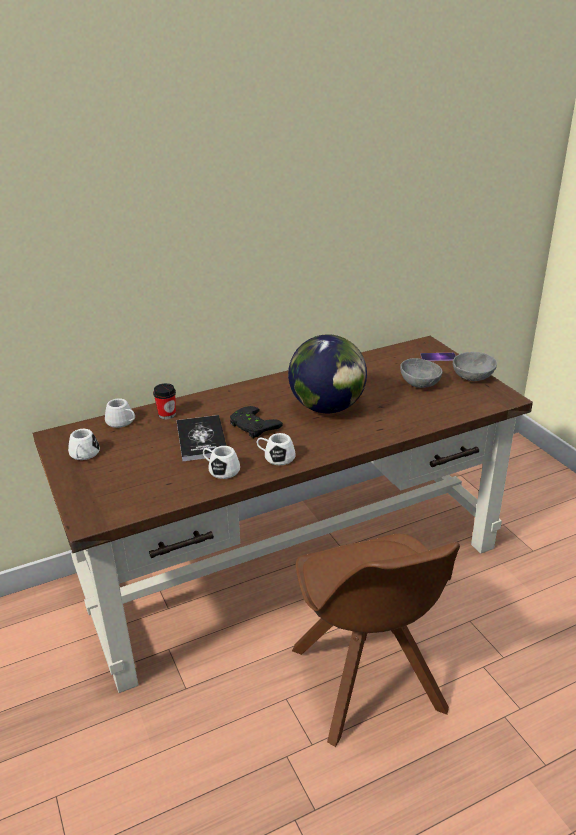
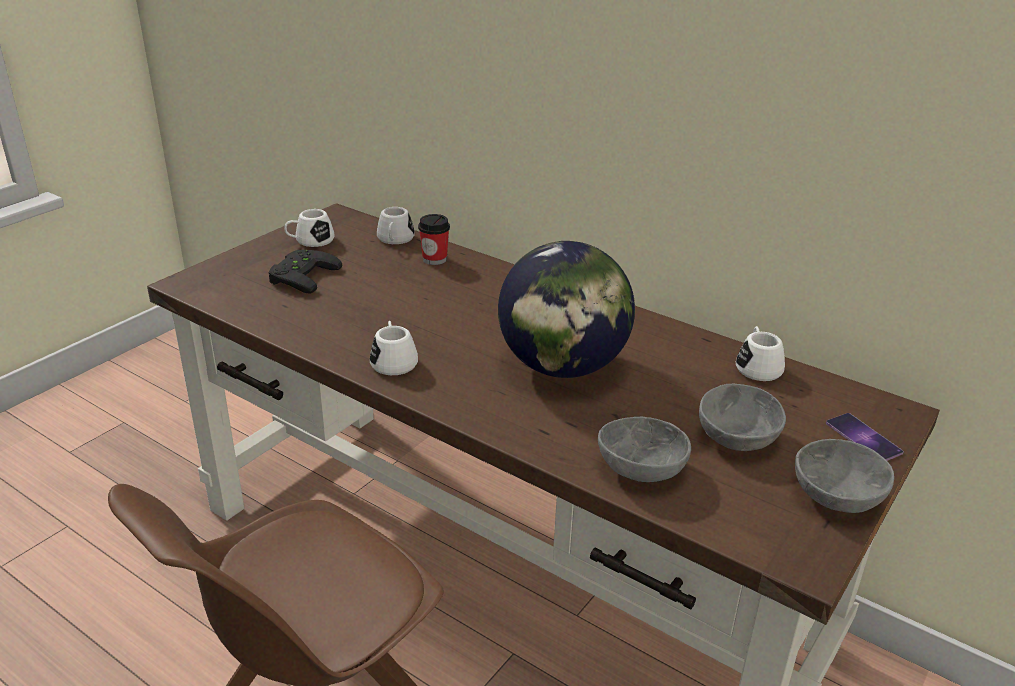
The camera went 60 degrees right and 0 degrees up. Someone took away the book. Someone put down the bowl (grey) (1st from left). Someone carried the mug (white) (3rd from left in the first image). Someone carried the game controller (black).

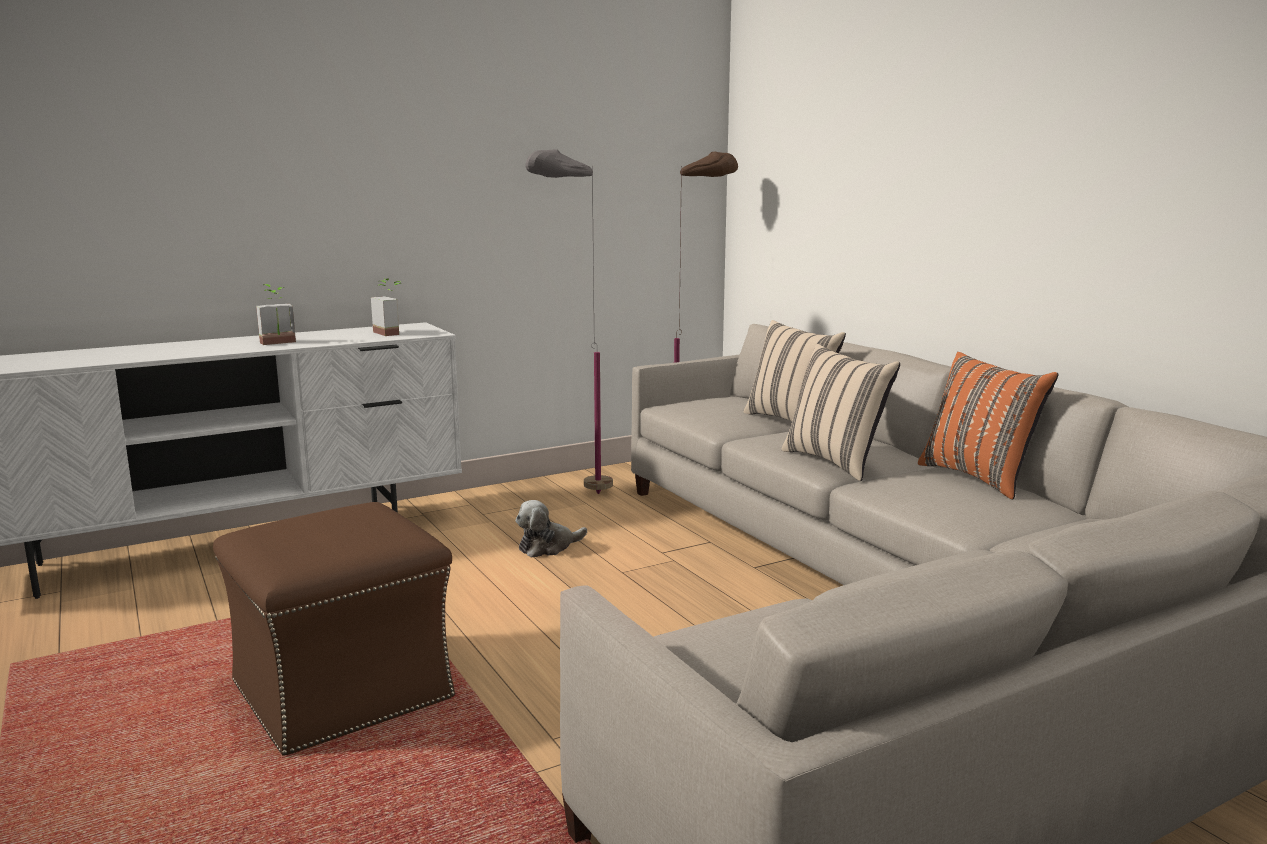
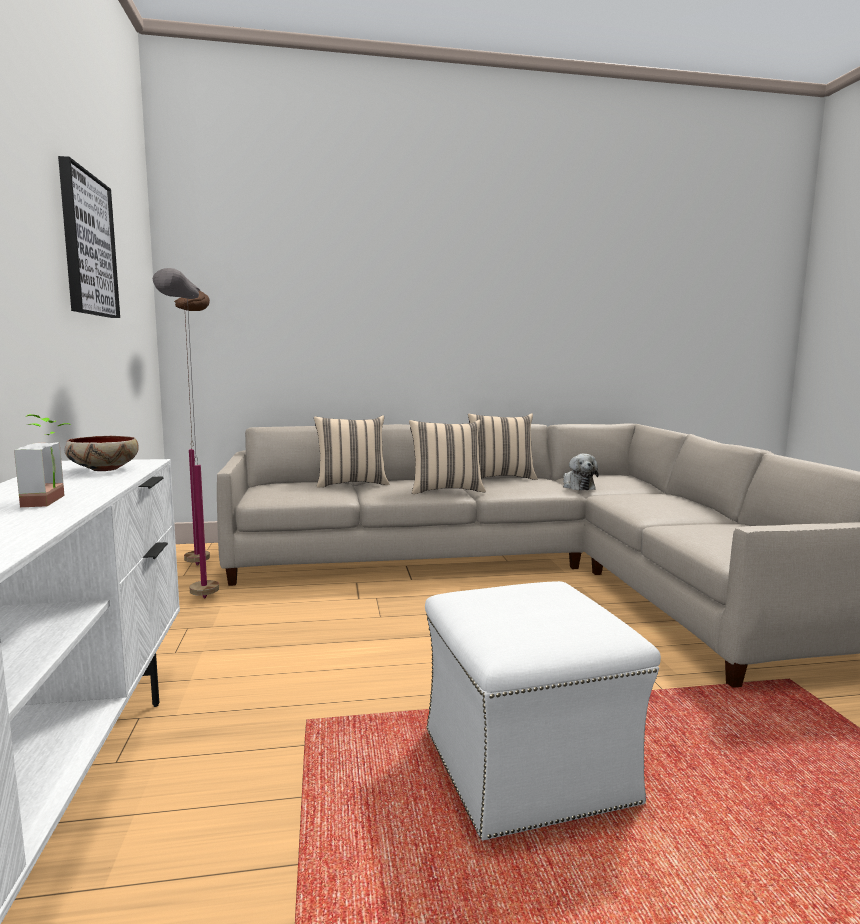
The camera went 70 degrees left and 5 degrees down. Someone put up the picture. Someone carried the plush toy. Someone swapped the potted plant (2nd from left) for the bowl. Someone repainted the ottoman (brown), which became the ottoman (white). Someone repainted the pillow (orange), which became the pillow (beige) (3rd from left).

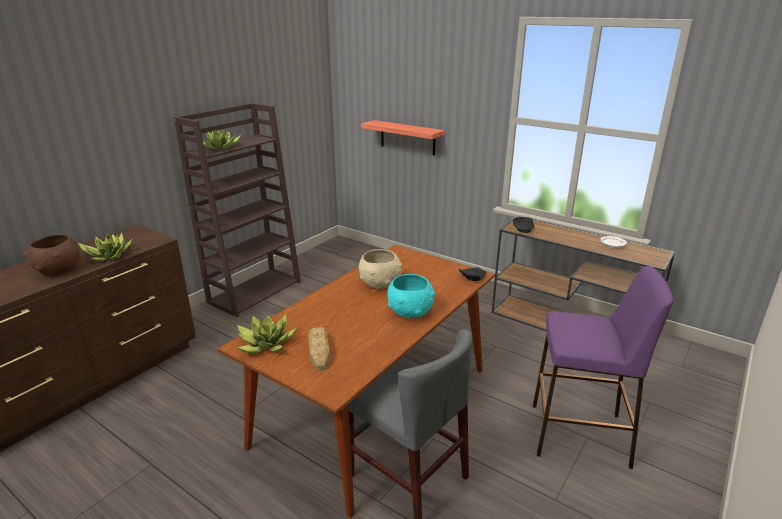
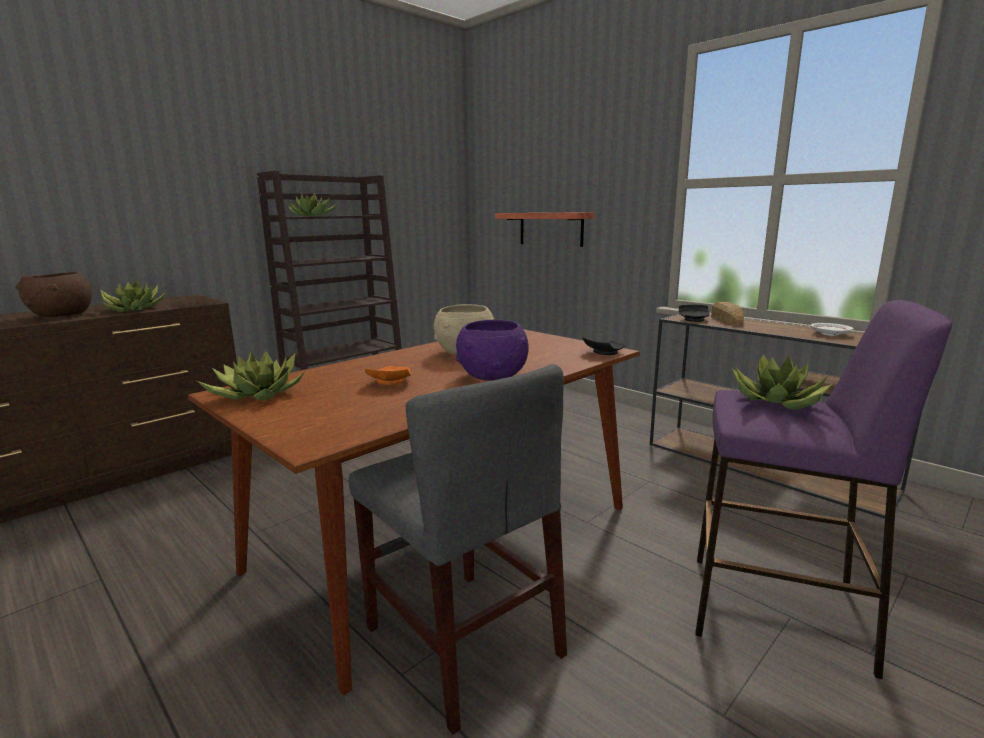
The camera went 10 degrees right and 10 degrees down. Someone put down the plate (orange). Someone put down the potted plant (4th from left). Someone carried the bread. Someone repainted the bowl (turquoise), which became the bowl (purple).

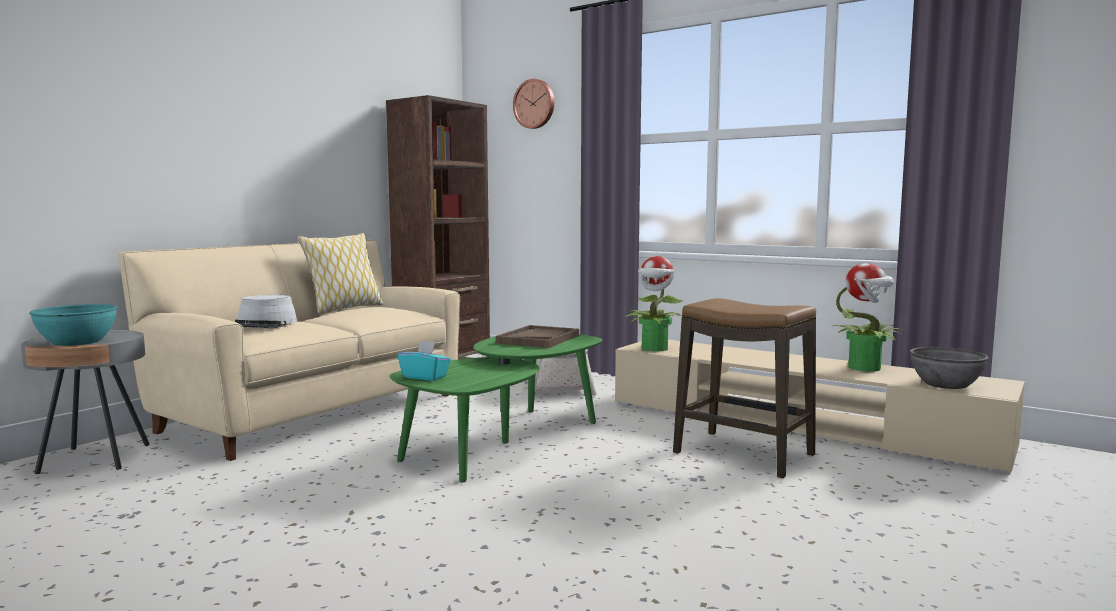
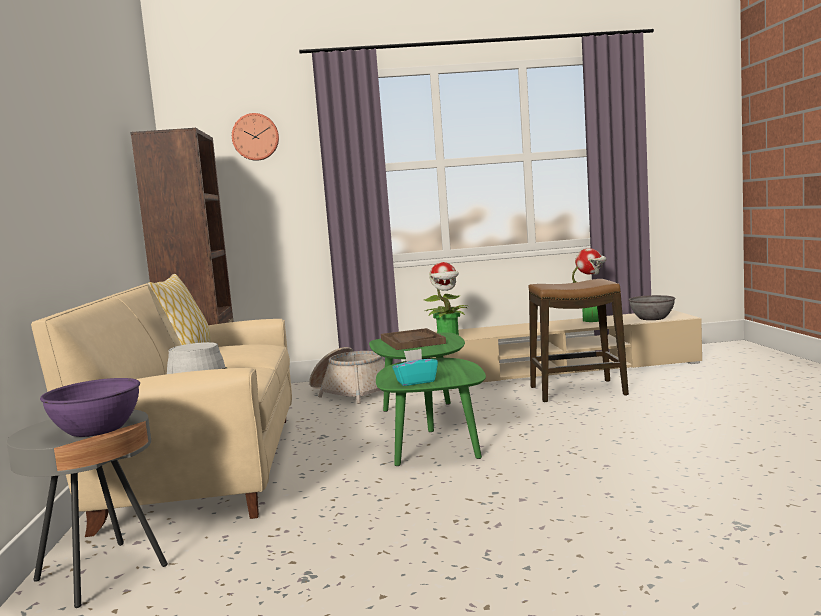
The camera went 40 degrees left and 0 degrees up. Someone repainted the bowl (turquoise), which became the bowl (purple).

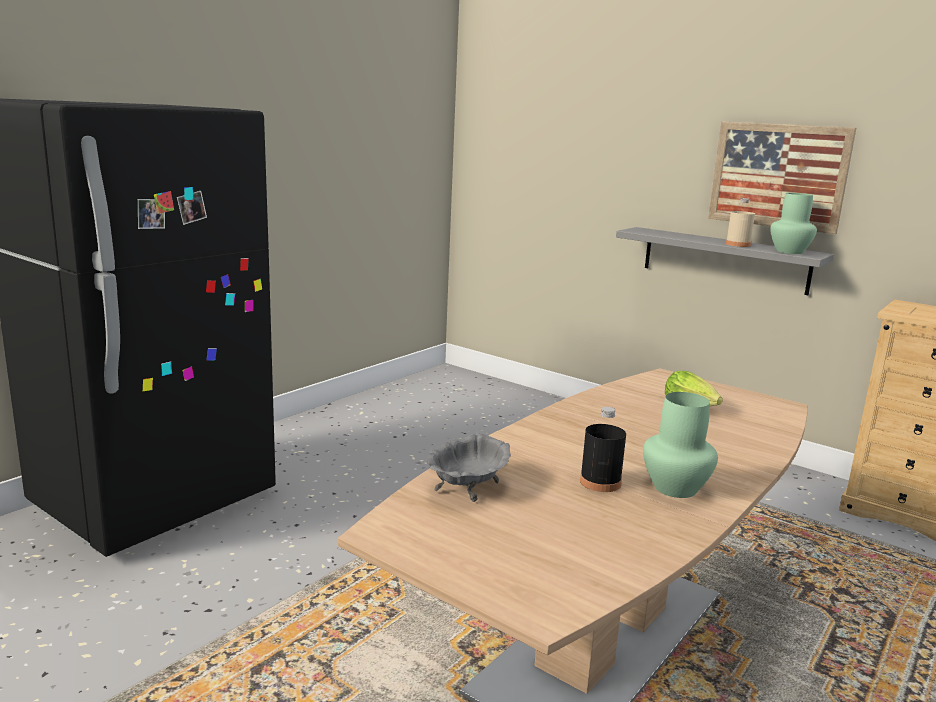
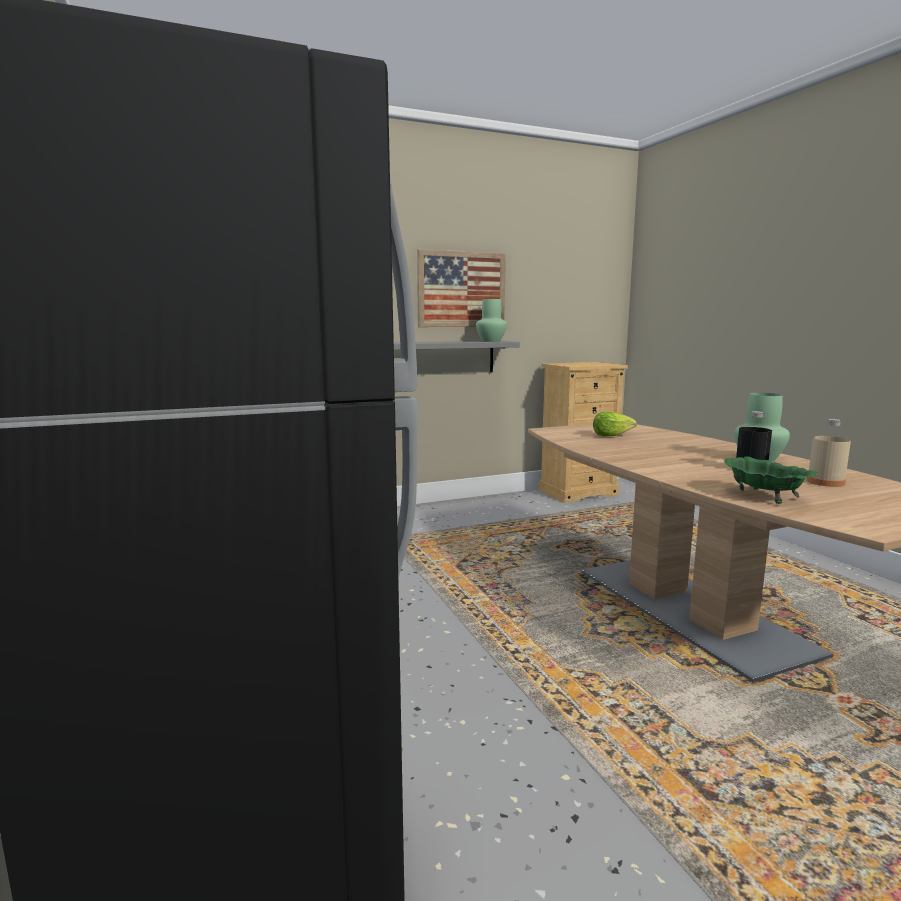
The camera went 60 degrees left and 5 degrees down. Someone carried the bottle (beige). Someone repainted the bowl (grey), which became the bowl (green).

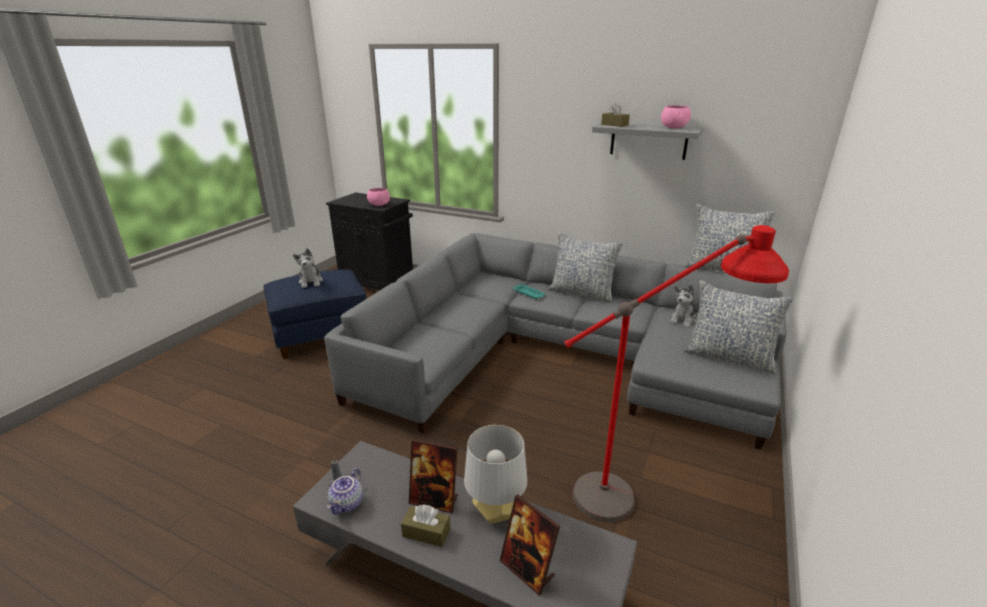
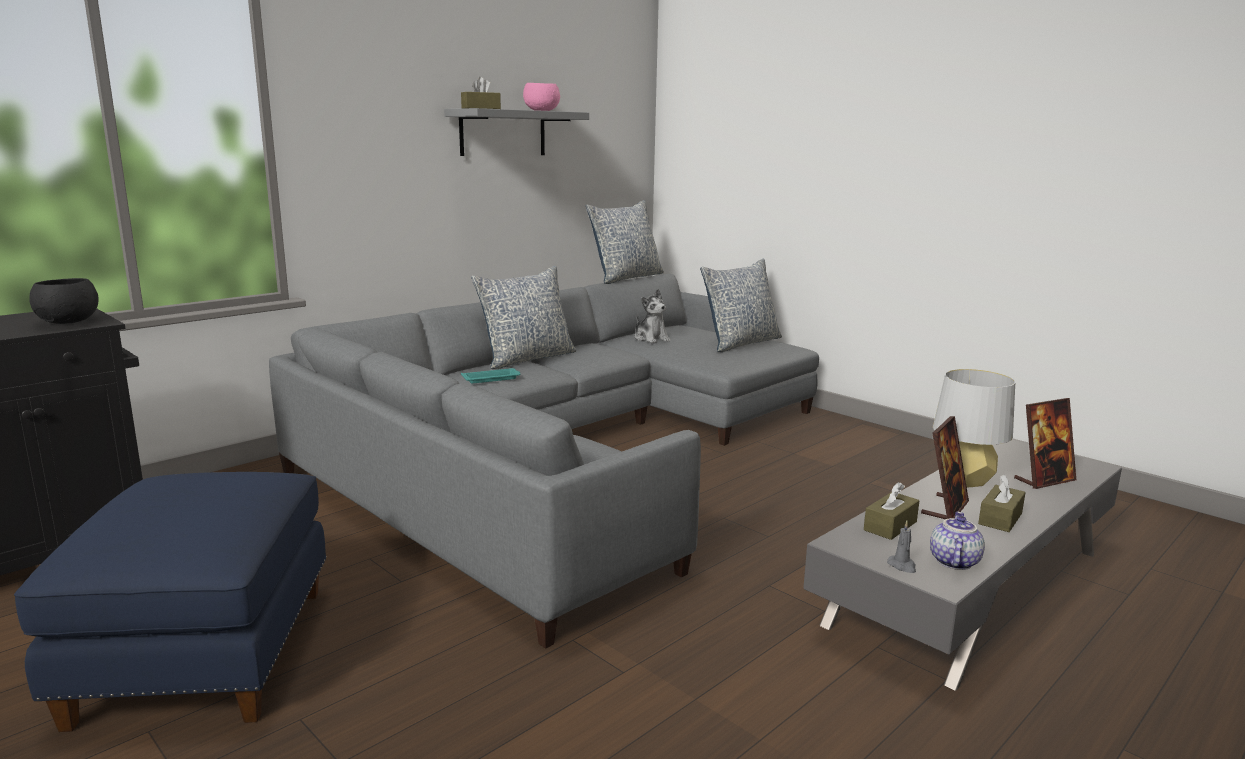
The camera went 70 degrees left and 10 degrees down. Someone took away the plush toy (1st from left). Someone took away the floor lamp (red). Someone put down the tissue box (brown) (2nd from left). Someone repainted the bowl (pink) (1st from left), which became the bowl (black). Someone rotated the teapot by 105 degrees counterclockwise.

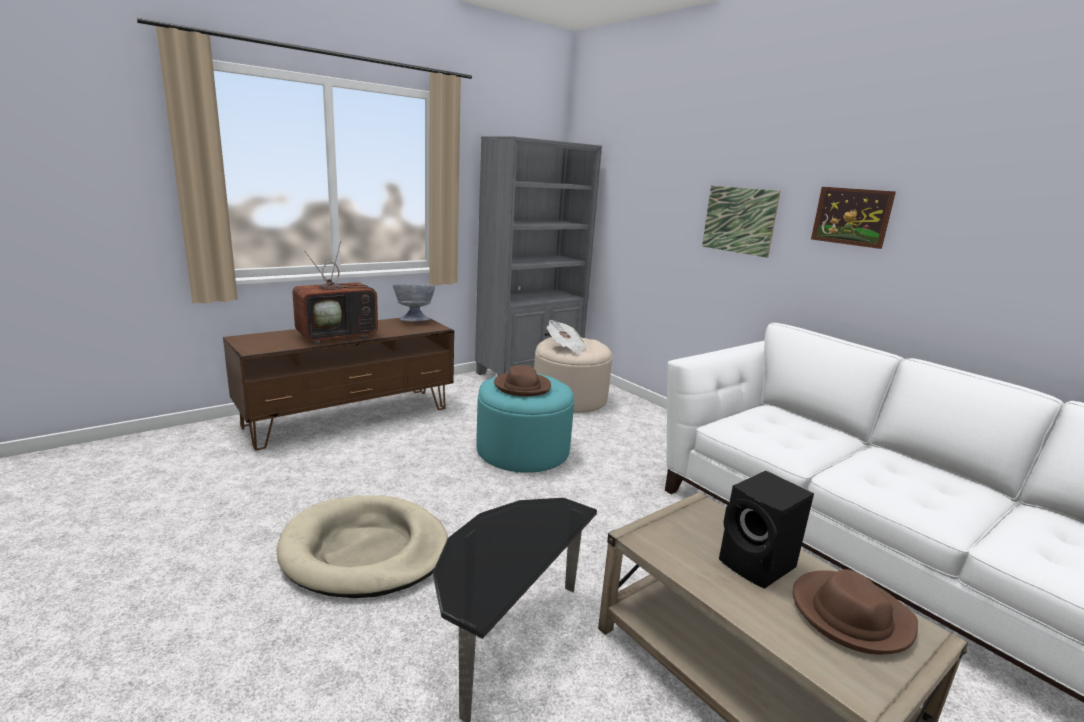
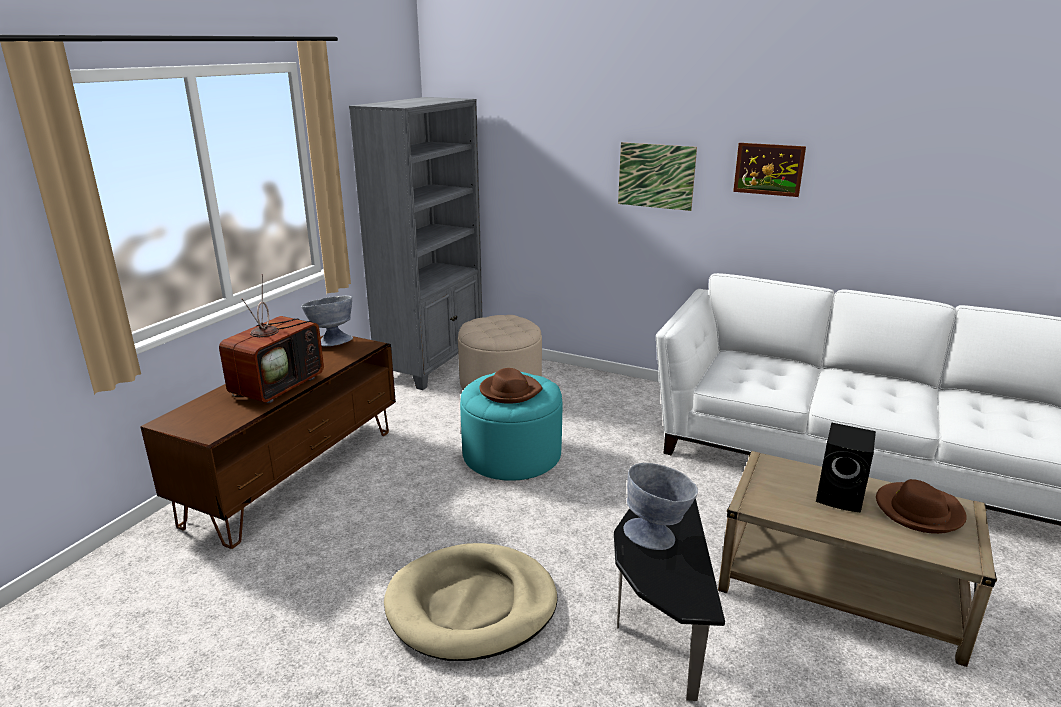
The camera went 25 degrees left and 5 degrees up. Someone took away the newspaper. Someone put down the bowl (grey) (2nd from left).

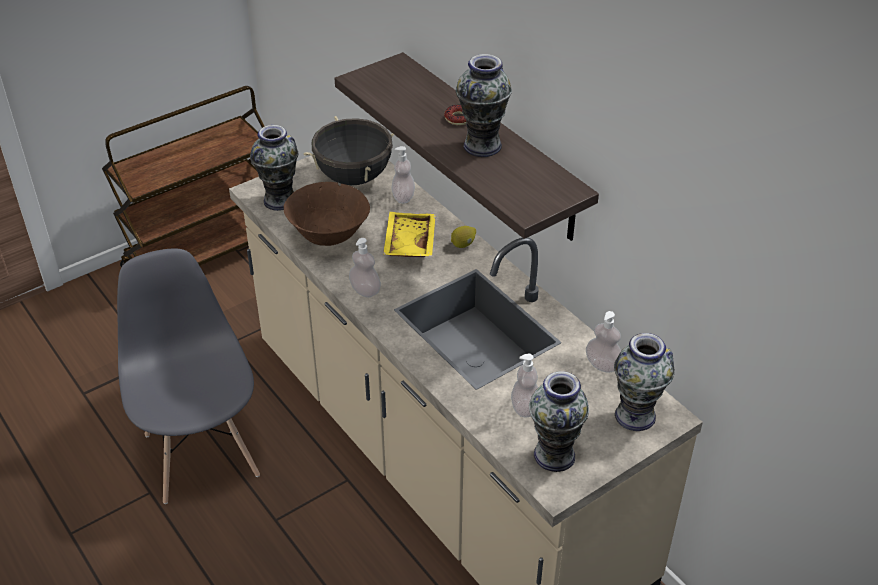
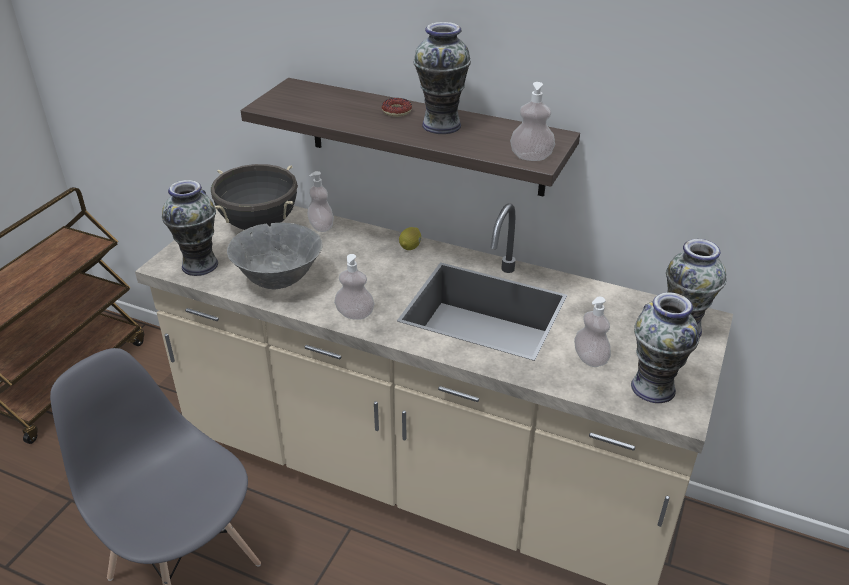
The camera went 30 degrees left and 5 degrees down. Someone took away the tray (yellow). Someone carried the soap dispenser (4th from left in the first image). Someone repainted the bowl (brown), which became the bowl (grey).

